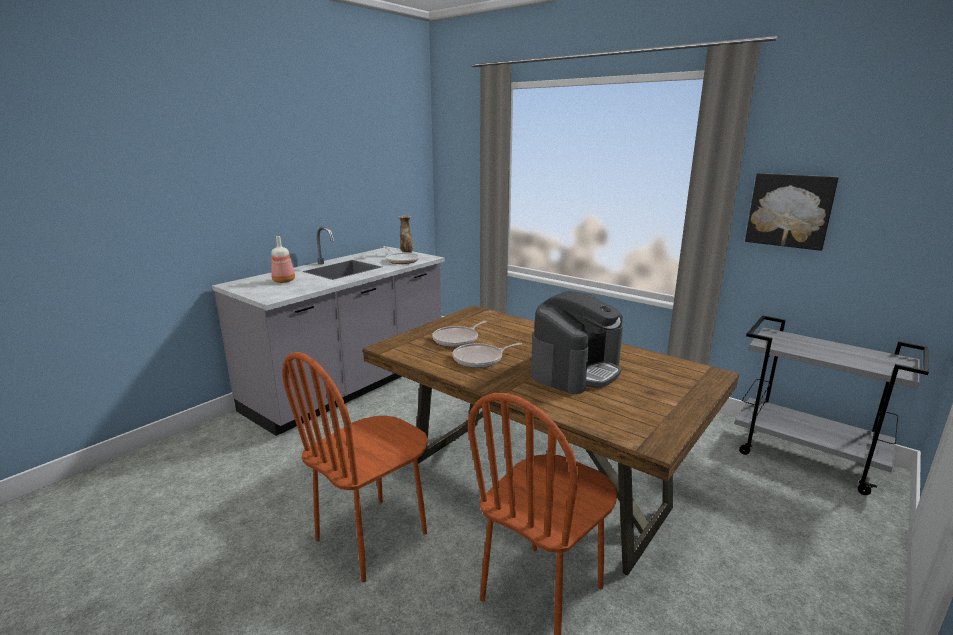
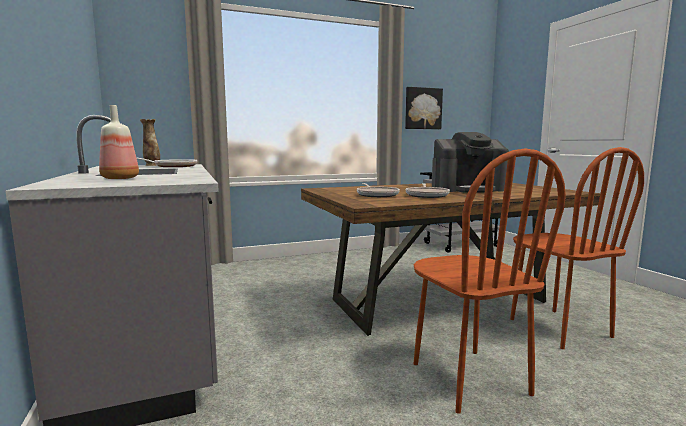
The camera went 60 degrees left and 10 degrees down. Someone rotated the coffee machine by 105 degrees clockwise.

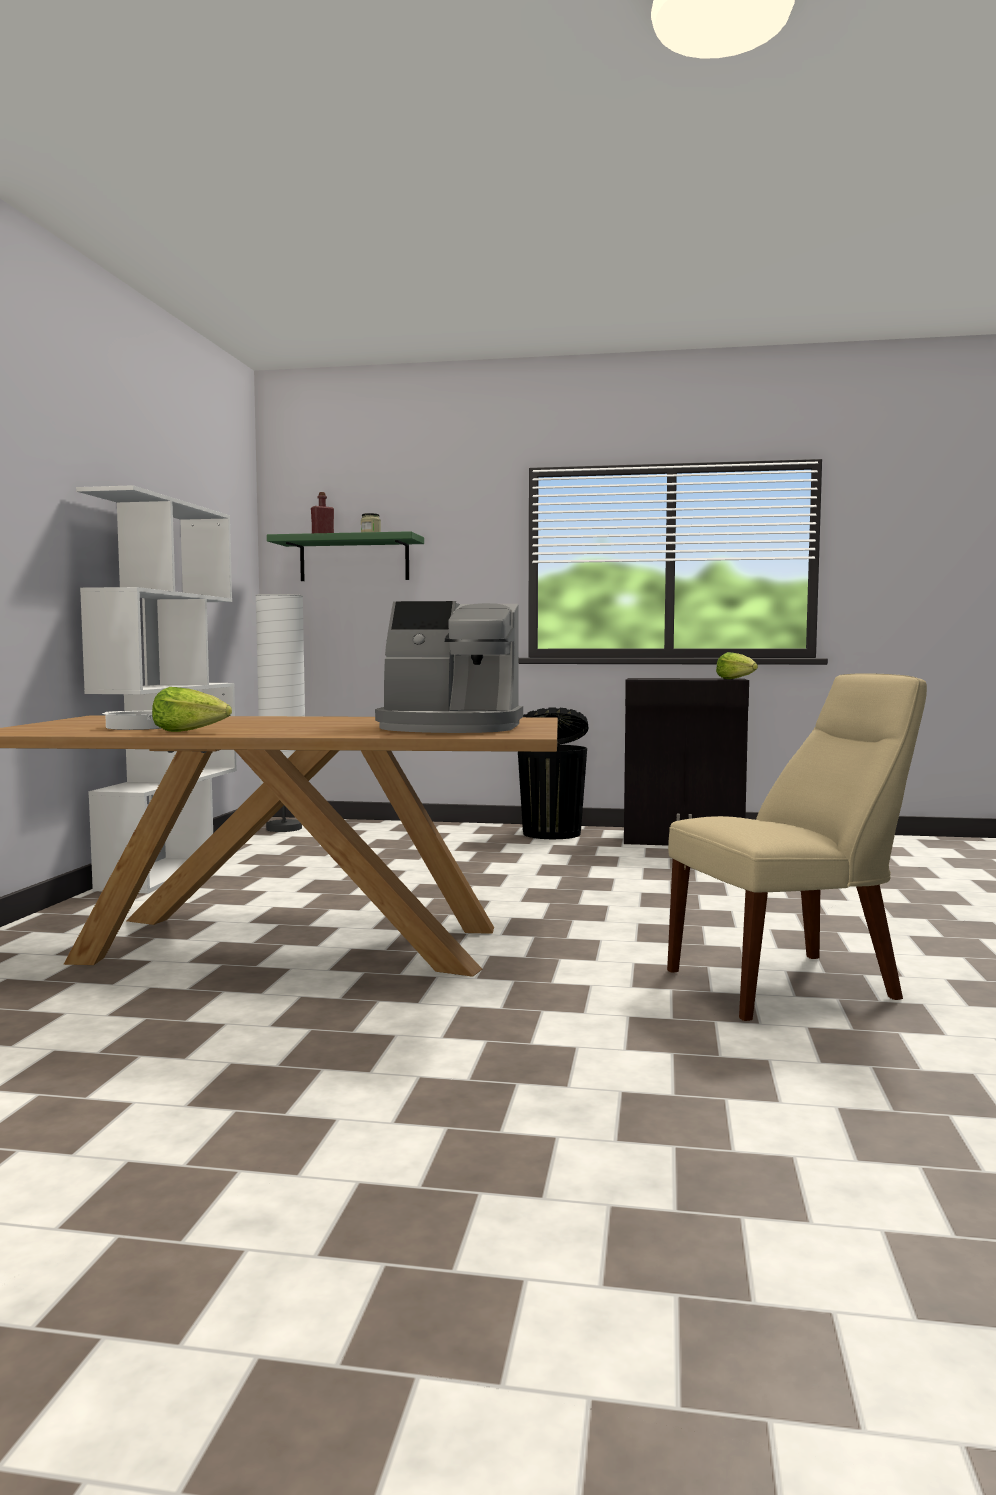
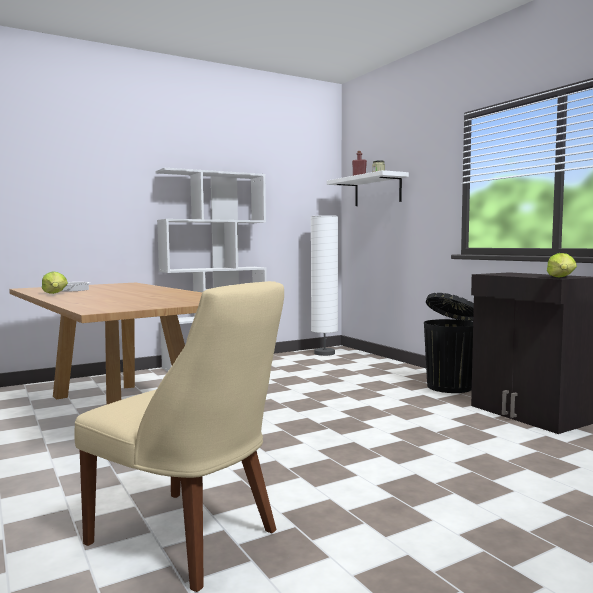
The camera went 50 degrees right and 0 degrees up. Someone took away the coffee machine. Someone repainted the shelf (green), which became the shelf (white).

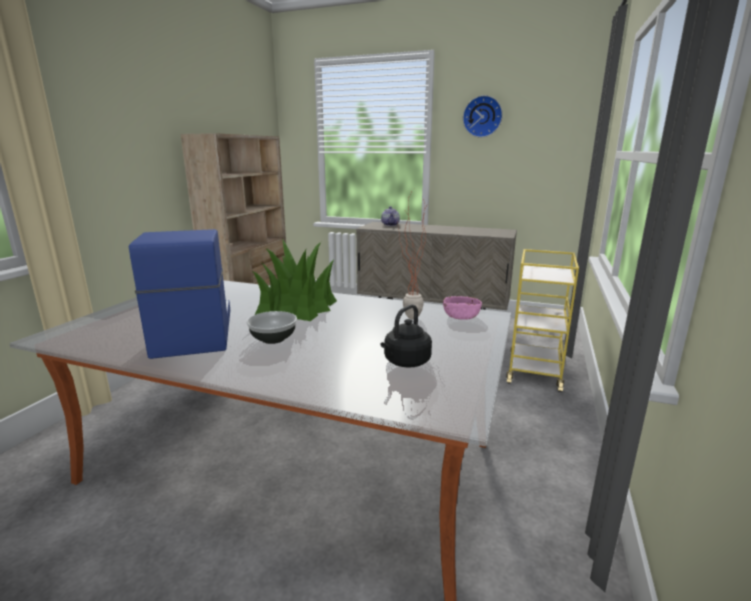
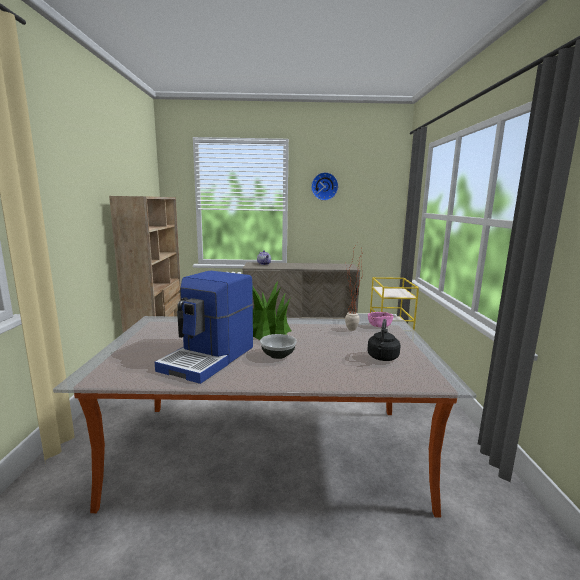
The camera went 20 degrees left and 5 degrees down. Someone rotated the coffee machine by 120 degrees counterclockwise.

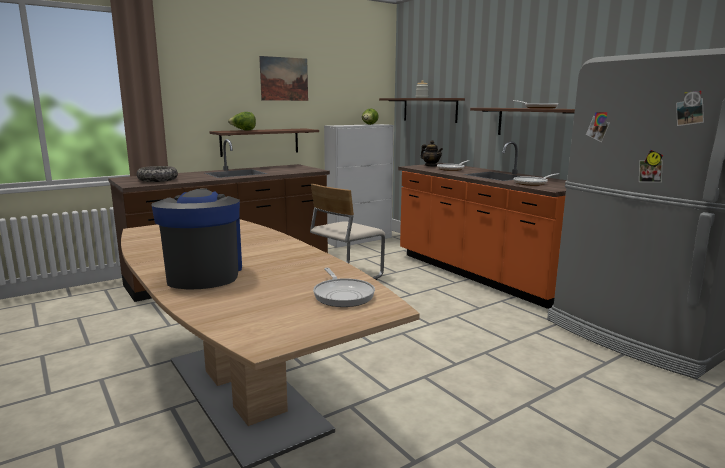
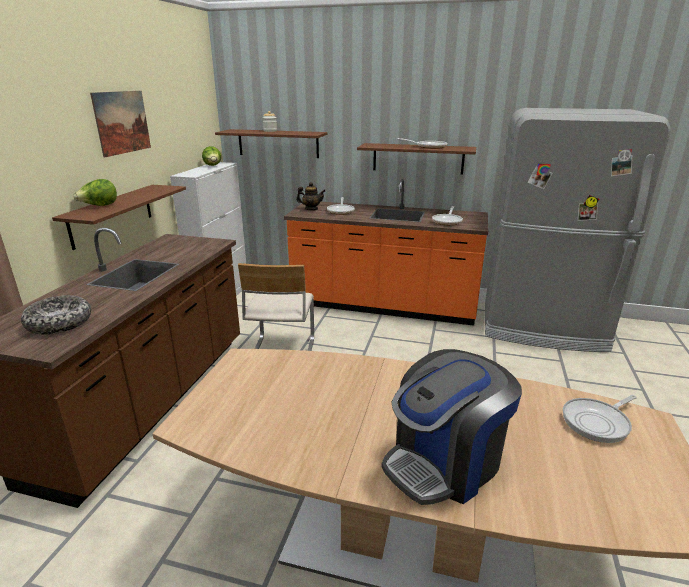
The camera went 40 degrees left and 10 degrees up. Someone rotated the coffee machine by 75 degrees counterclockwise. Someone rotated the frying pan (1st from left in the first image) by 120 degrees clockwise.

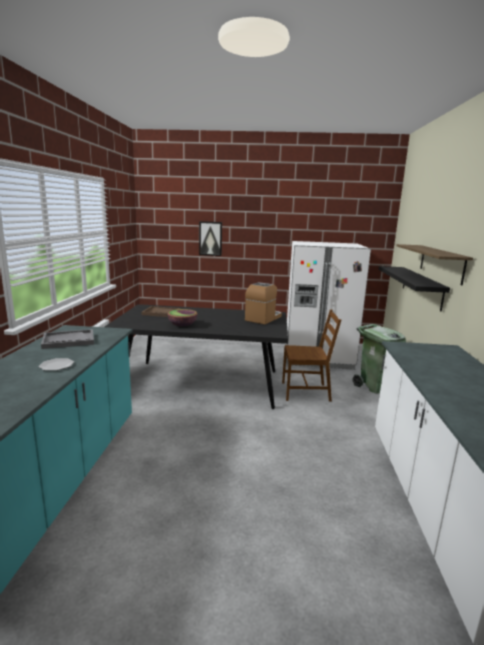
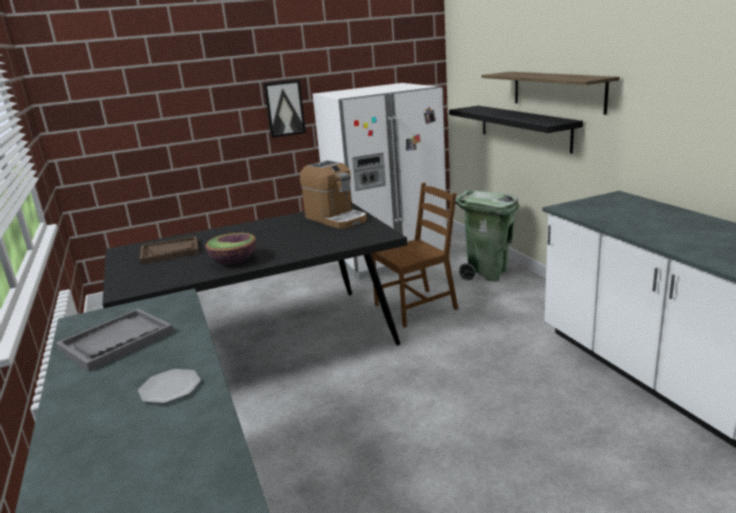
The camera went 25 degrees left and 5 degrees up. Someone carried the picture. Someone rotated the coffee machine by 135 degrees clockwise.

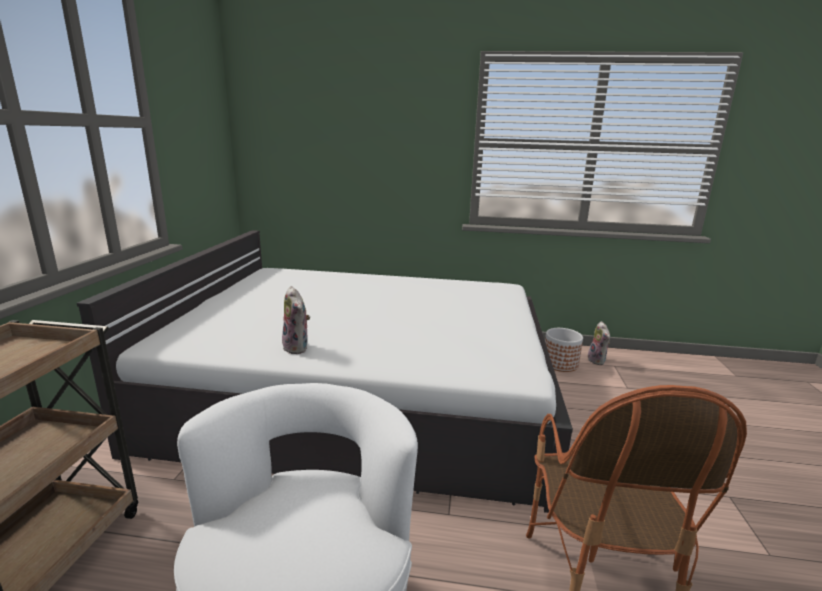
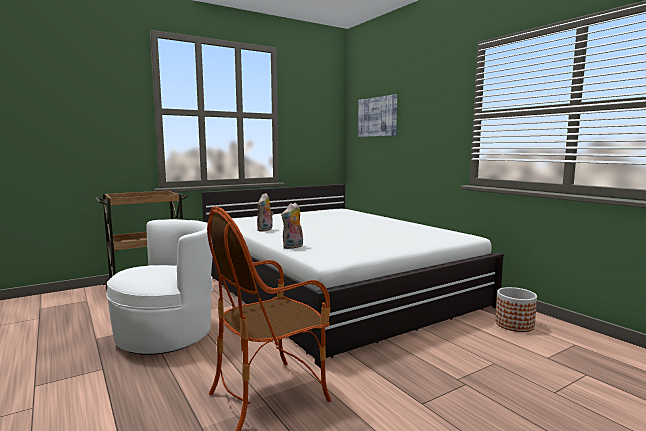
The camera went 50 degrees right and 10 degrees down. Someone put up the picture. Someone carried the plush toy (2nd from left).

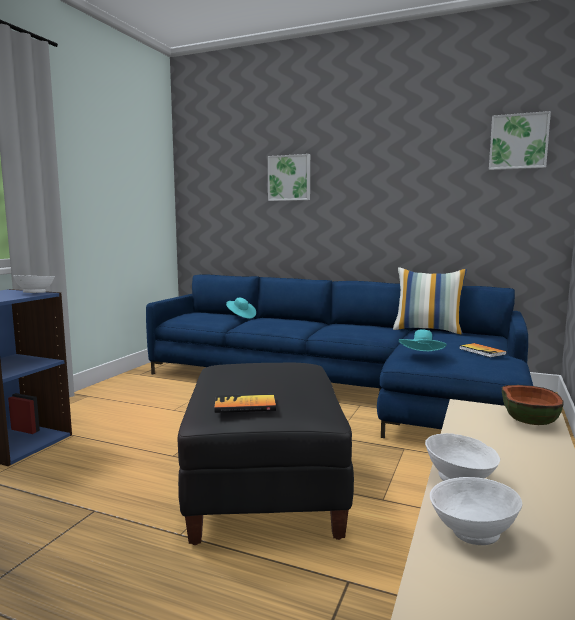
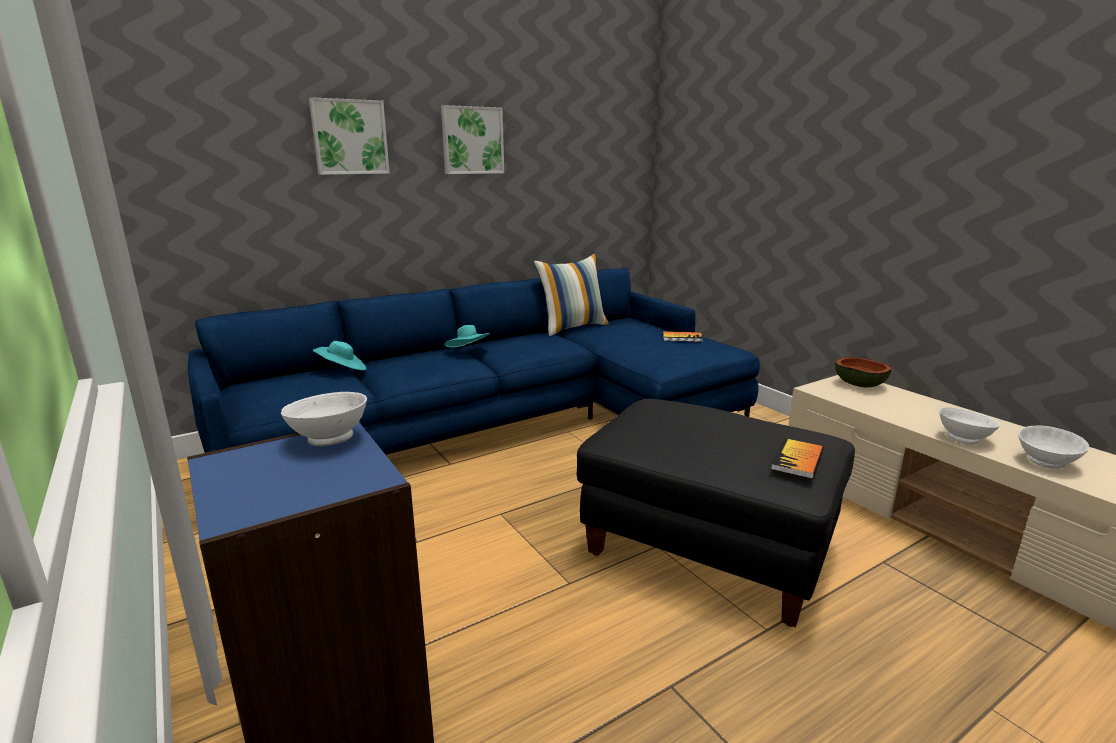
The camera went 55 degrees left and 10 degrees up. Someone carried the hat (turquoise) (2nd from left). Someone carried the picture (2nd from left).

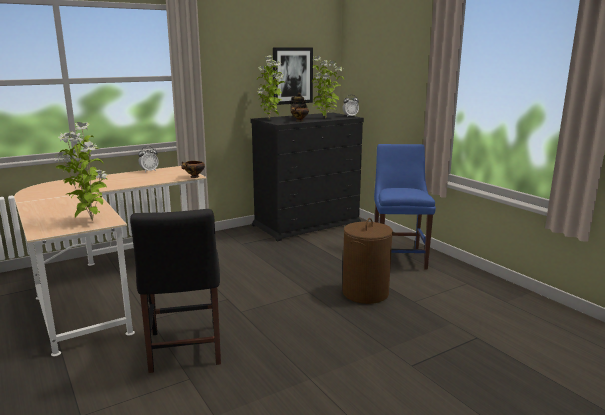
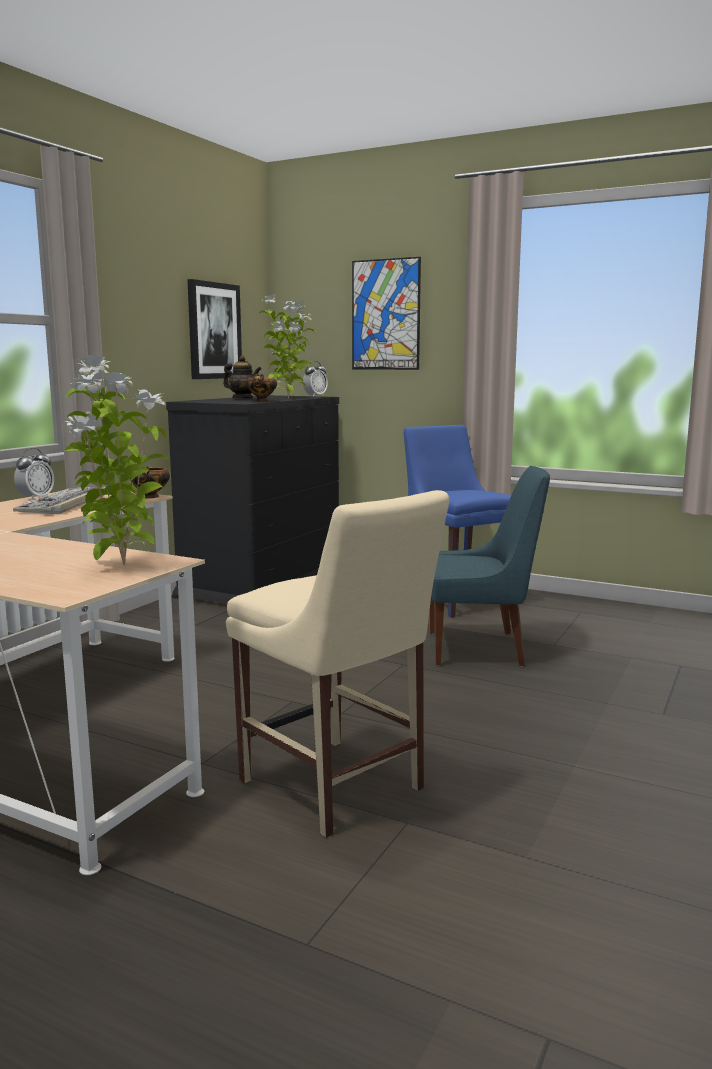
The camera went 30 degrees left and 5 degrees down. Someone took away the potted plant (2nd from left). Someone put down the keyboard. Someone put up the picture (2nd from left). Someone swapped the laundry basket (brown) for the chair (blue) (2nd from left). Someone repainted the chair (black), which became the chair (beige).

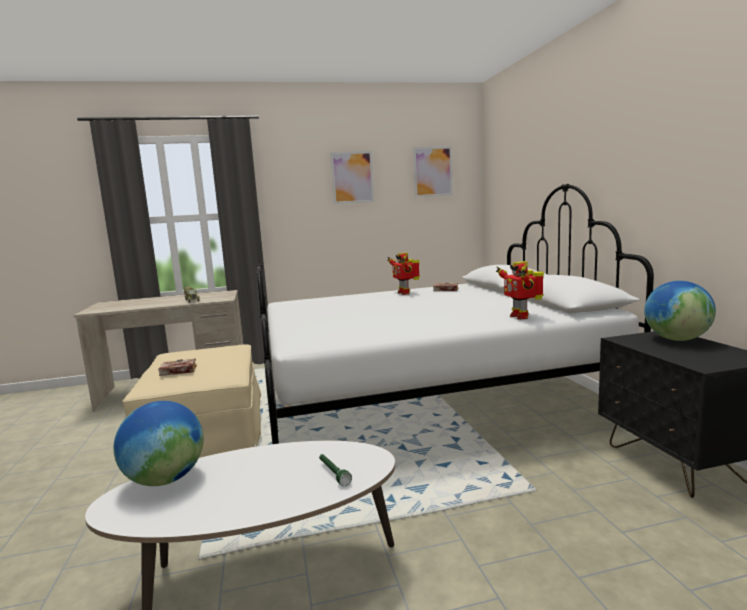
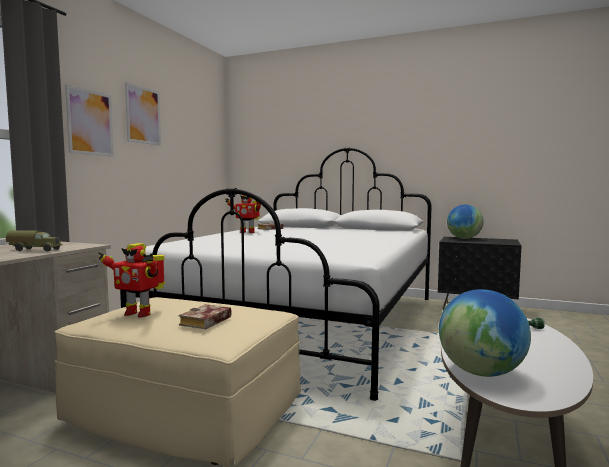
The camera went 55 degrees left and 5 degrees down. Someone carried the picture (2nd from left in the first image). Someone carried the toy robot (2nd from left in the first image).

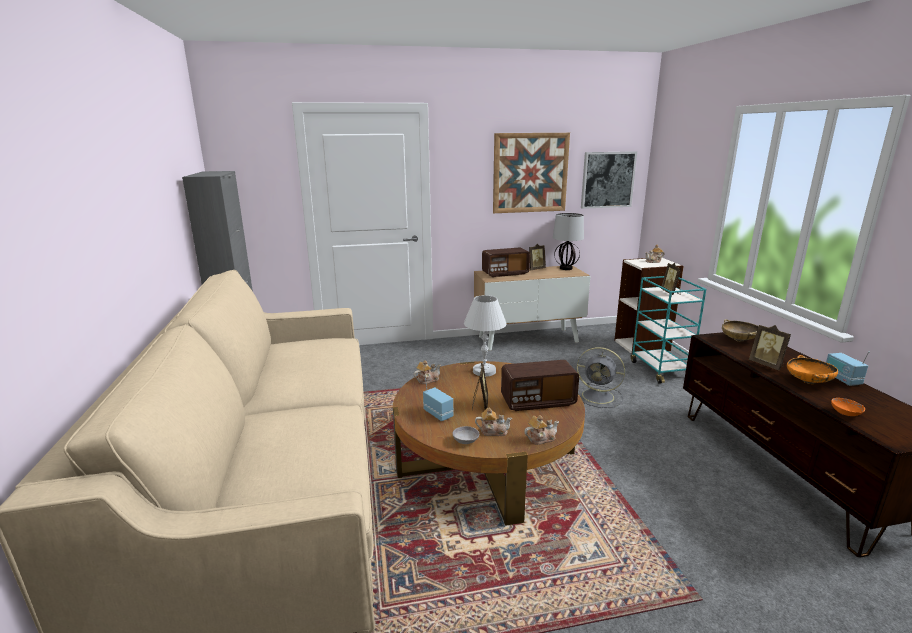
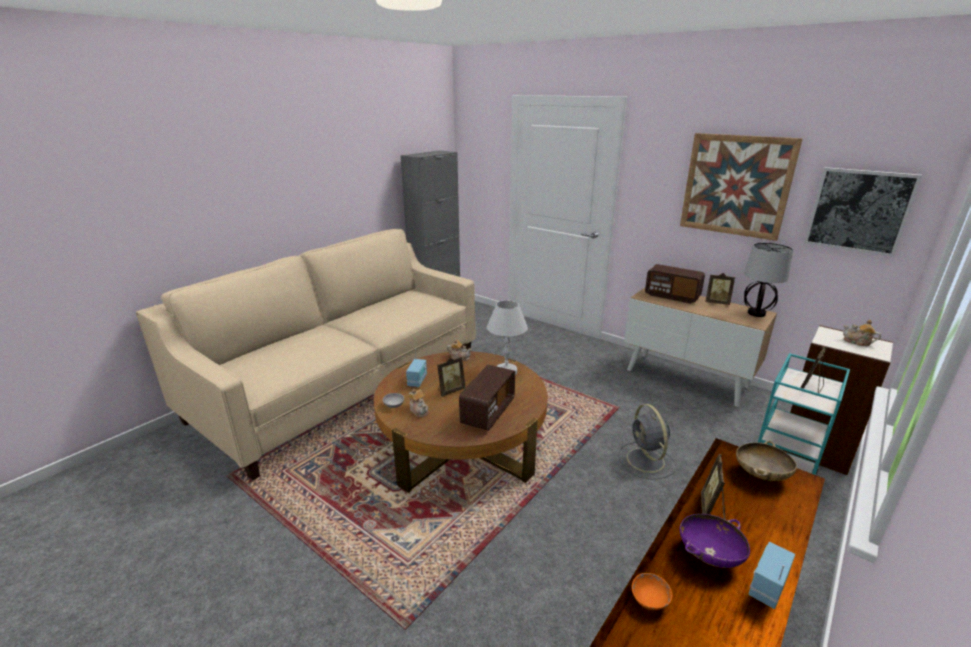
The camera went 50 degrees right and 5 degrees up. Someone took away the teapot (3rd from left). Someone repainted the bowl (orange) (1st from left), which became the bowl (purple). Someone rotated the radio (3rd from left in the first image) by 105 degrees counterclockwise.

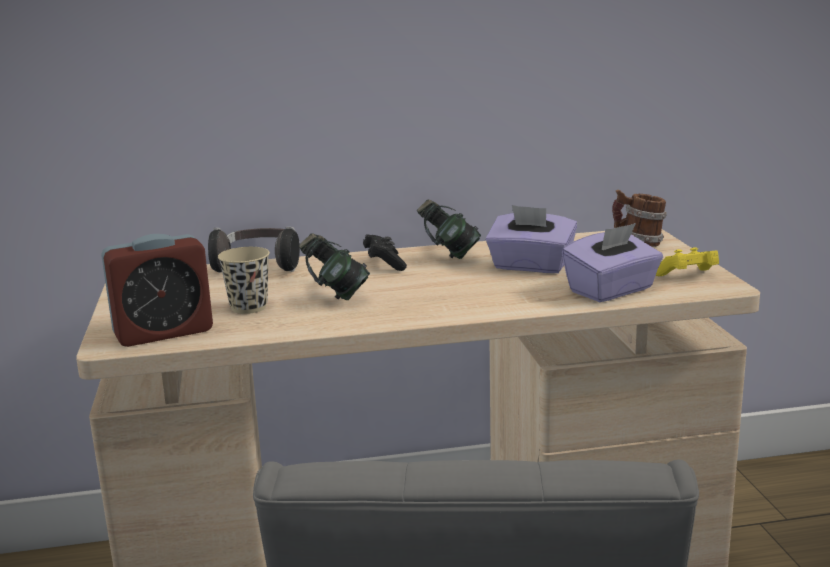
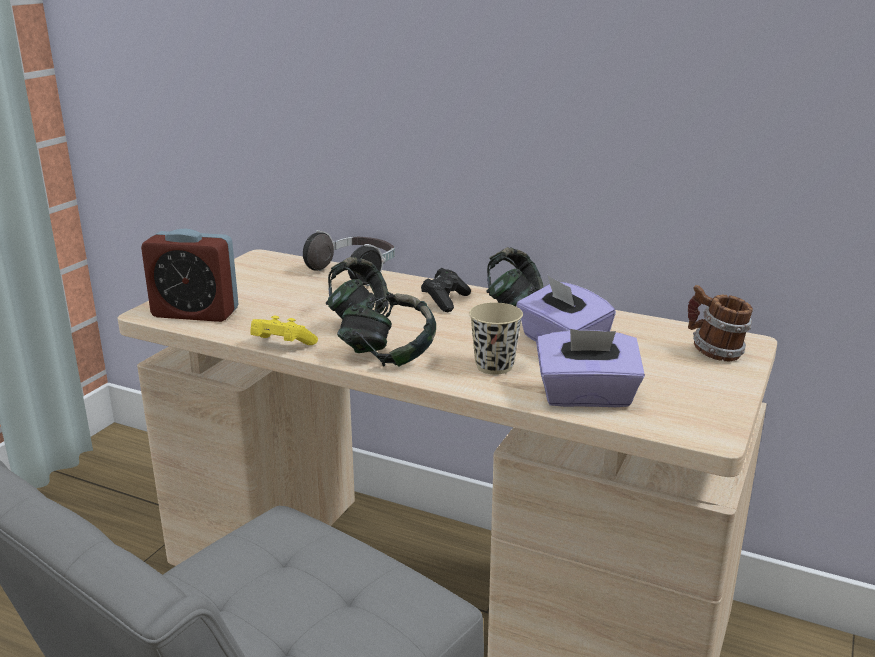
The camera went 35 degrees right and 5 degrees up. Someone put down the headphones (3rd from left). Someone carried the cup (beige). Someone carried the game controller (yellow).

